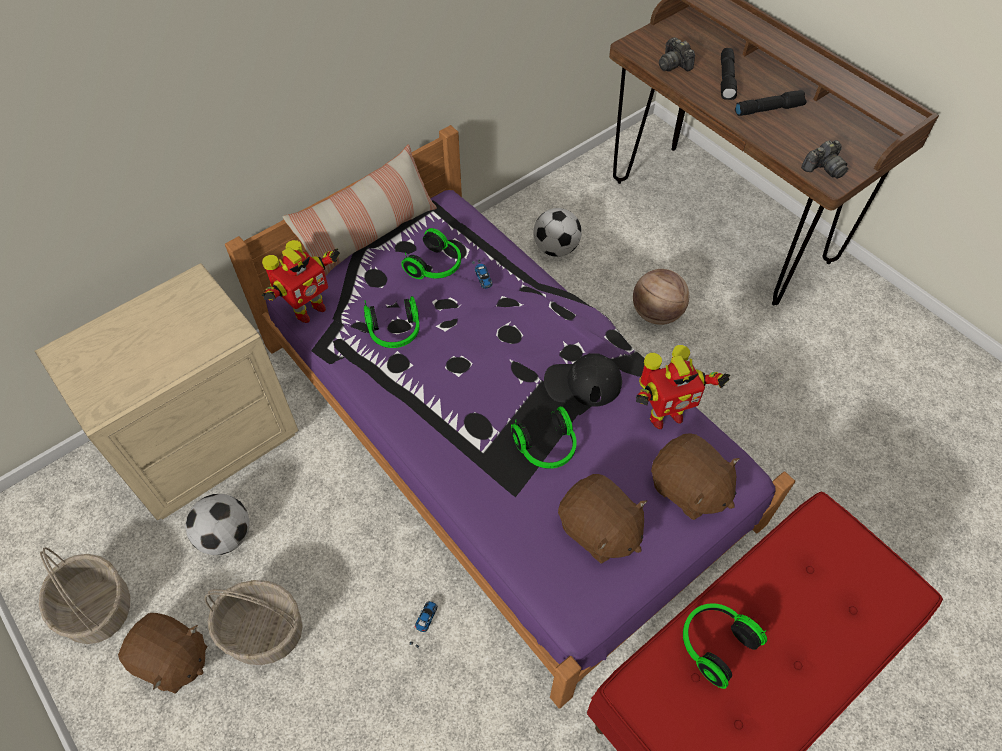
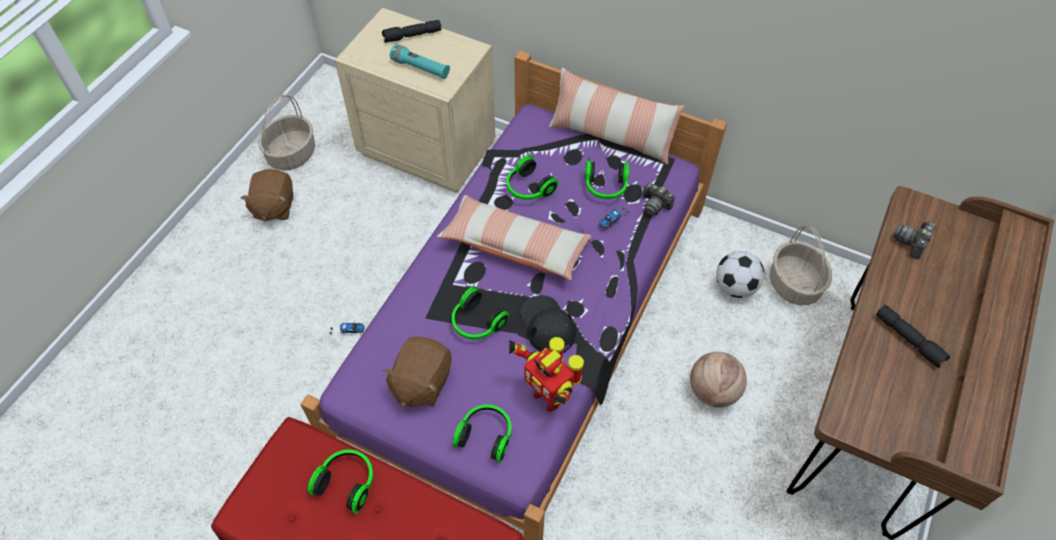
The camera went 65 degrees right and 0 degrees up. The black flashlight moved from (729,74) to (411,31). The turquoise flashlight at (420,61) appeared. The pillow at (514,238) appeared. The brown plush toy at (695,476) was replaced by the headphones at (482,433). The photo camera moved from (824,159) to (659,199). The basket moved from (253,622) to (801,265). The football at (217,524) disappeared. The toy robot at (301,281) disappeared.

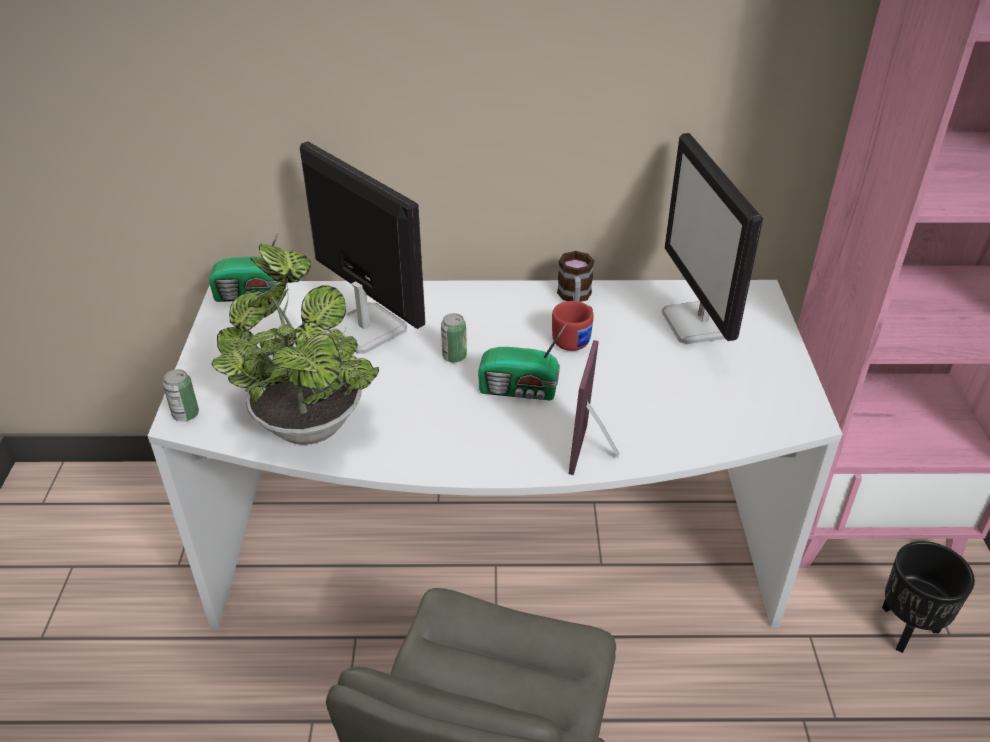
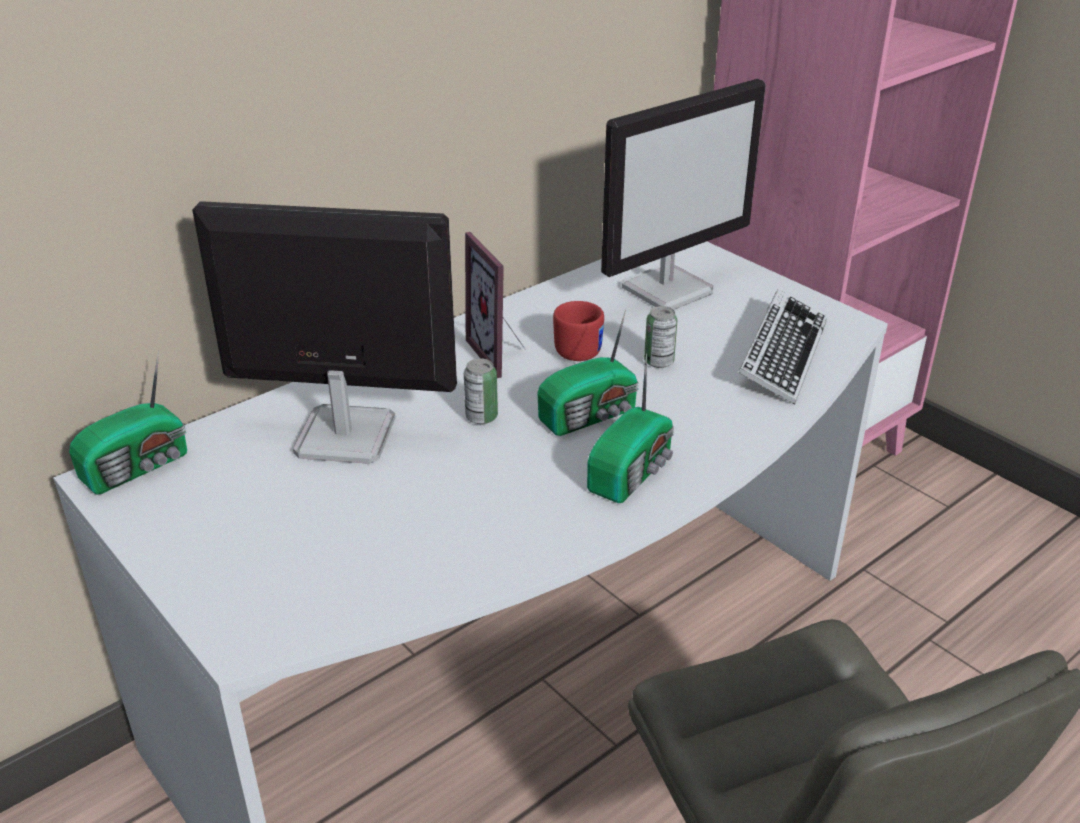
The camera went 40 degrees left and 5 degrees down. The picture frame moved from (594,407) to (494,305). The radio at (630,428) appeared. The monitor at (712,238) turned 75 degrees counterclockwise. The can moved from (181,395) to (660,337). The keyboard at (782,346) appeared. The potted plant at (295,344) disappeared. The mug at (575,276) disappeared. The black planter at (928,597) disappeared.

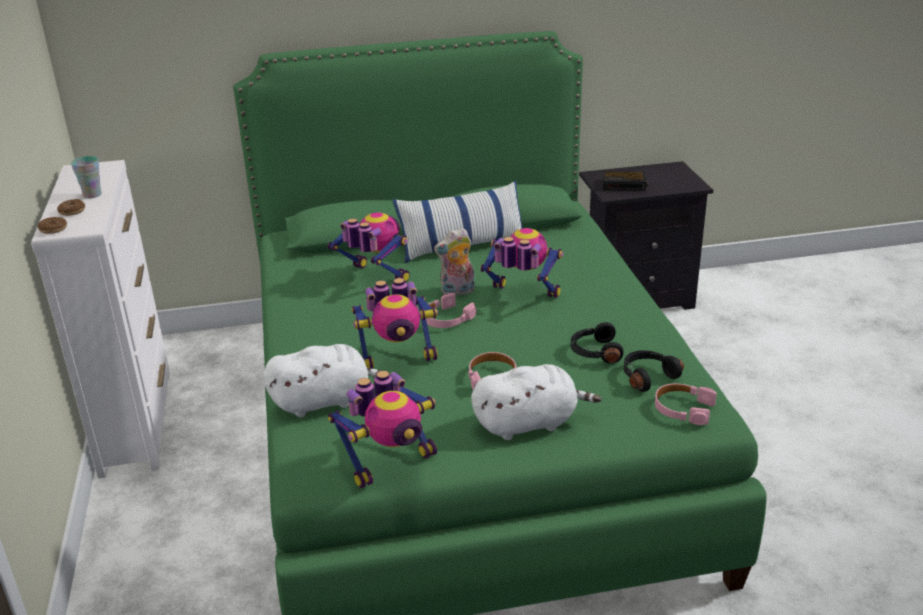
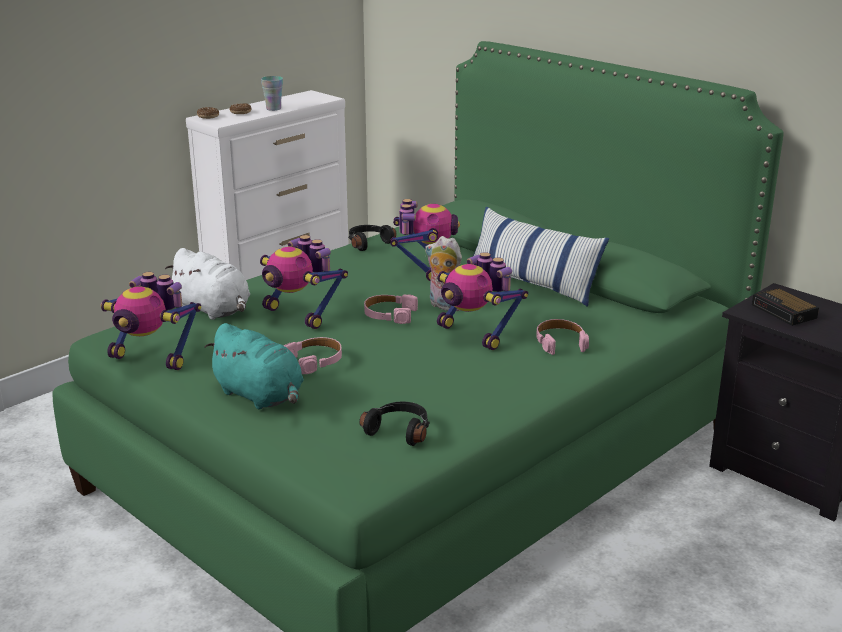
The camera went 55 degrees right and 5 degrees down. The white plush toy at (536,402) became the turquoise plush toy at (254,366). The black headphones moved from (597,342) to (372,238). The toy robot at (521,263) turned 150 degrees clockwise. The pink headphones moved from (686,404) to (562,337).

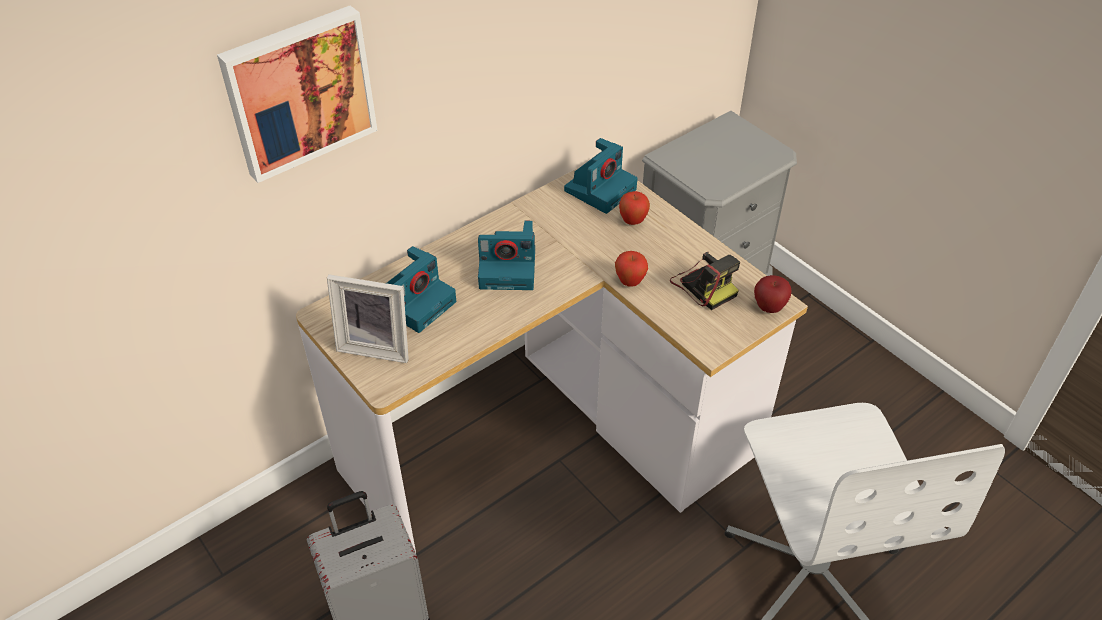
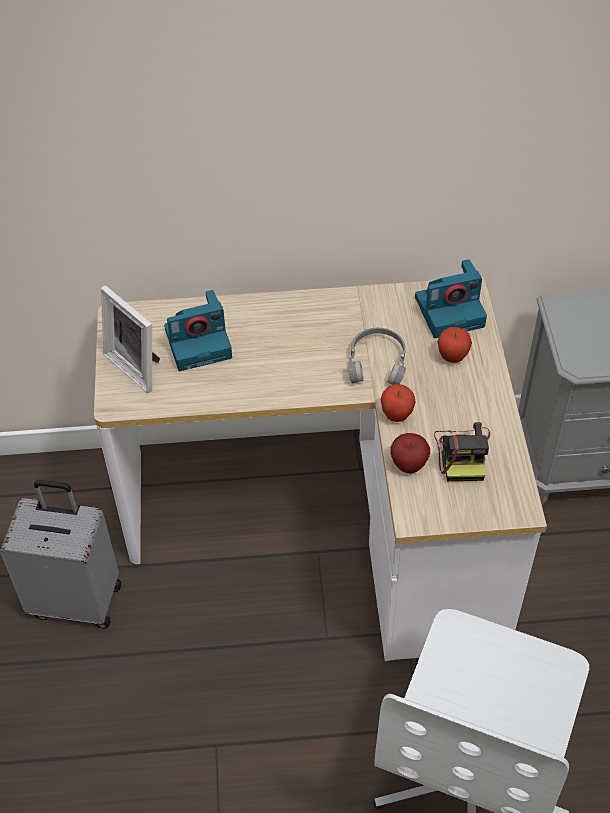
The camera went 35 degrees right and 5 degrees up. The grey headphones at (377,356) appeared. The apple moved from (773,294) to (410,453). The picture at (297,94) disappeared. The photo camera at (506,255) disappeared.

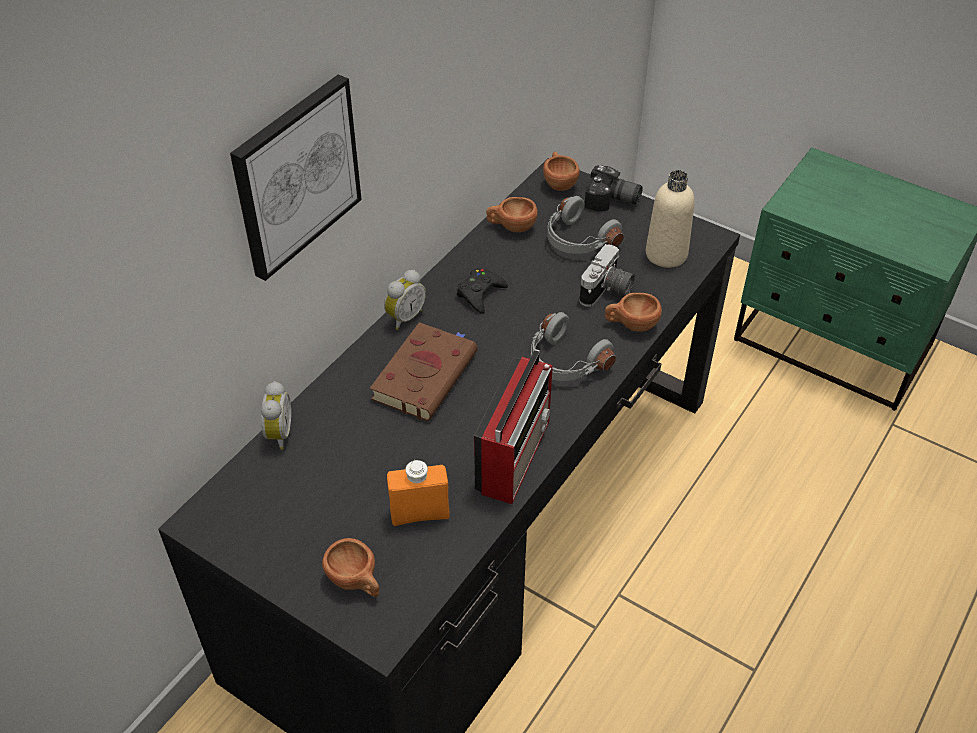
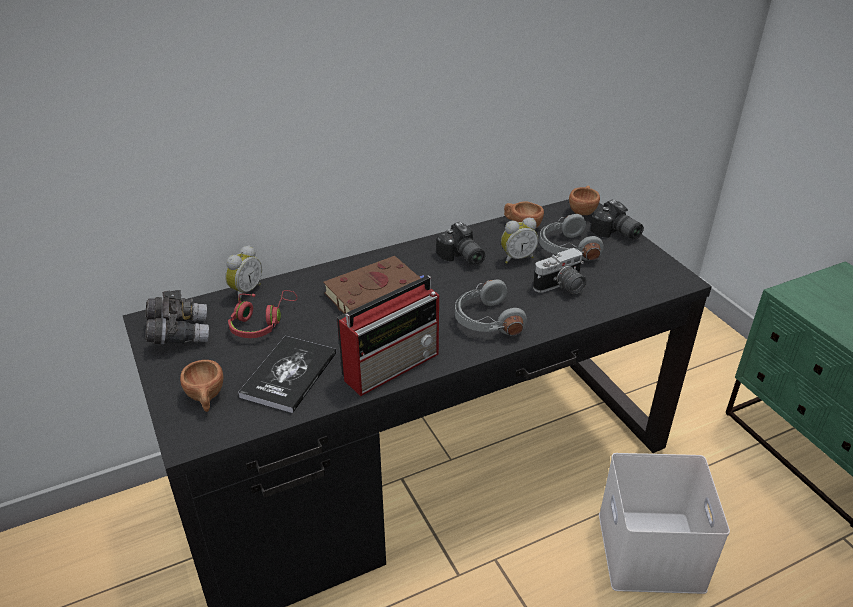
The camera went 30 degrees right and 10 degrees down. The grey binoculars at (177,317) appeared. The red headphones at (262,314) appeared. The orange bottle at (418,492) was replaced by the book at (287,374). The black game controller at (482,290) was replaced by the photo camera at (460,244). The alarm clock moved from (405,300) to (520,240). The white storage box at (664,523) appeared. The picture at (296,177) disappeared. The brown cup at (633,312) disappeared. The beige bottle at (670,219) disappeared.

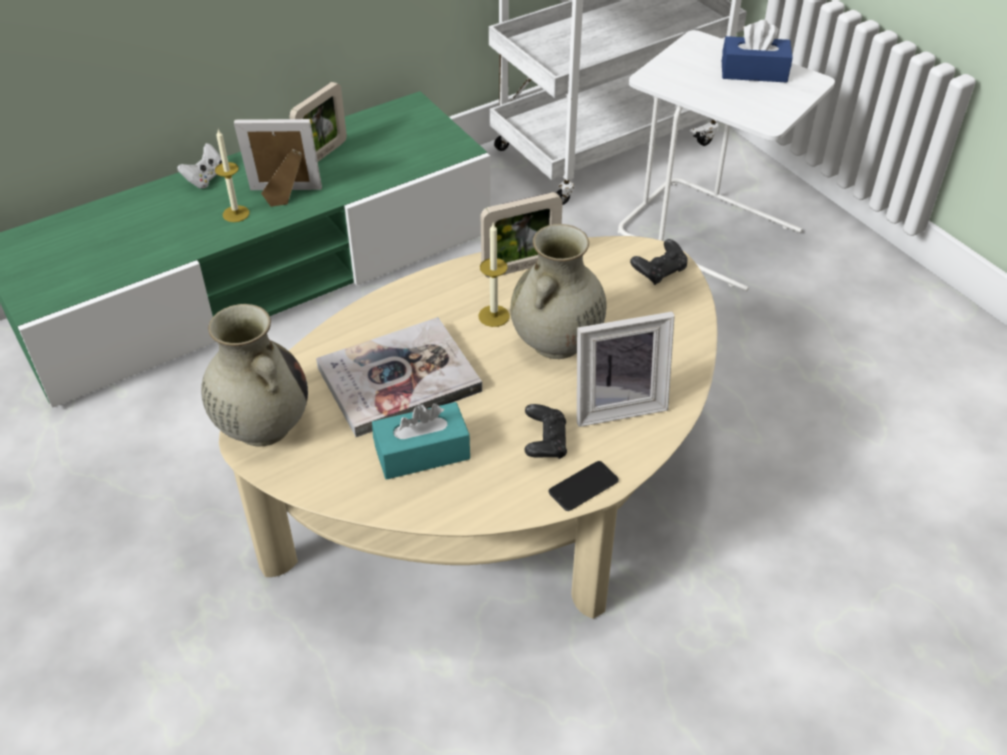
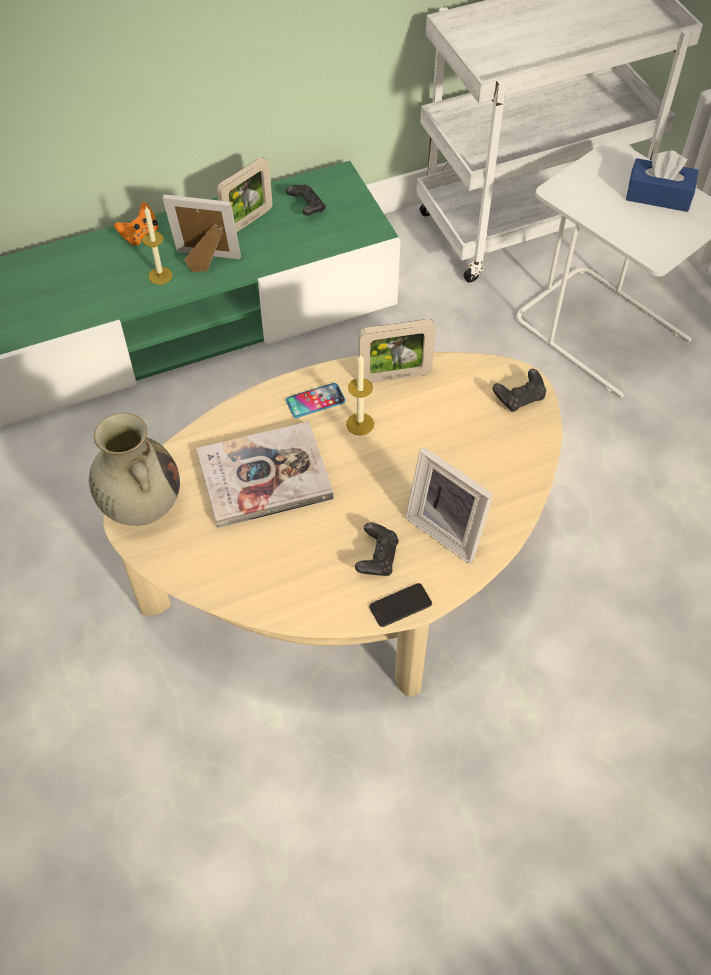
The camera went 10 degrees right and 10 degrees up. The white game controller at (199,166) became the orange game controller at (136,224). The black game controller at (306,200) appeared. The phone at (316,400) appeared. The picture frame at (626,369) turned 45 degrees clockwise. The turquoise tissue box at (421,441) disappeared. The beige vase at (558,291) disappeared.

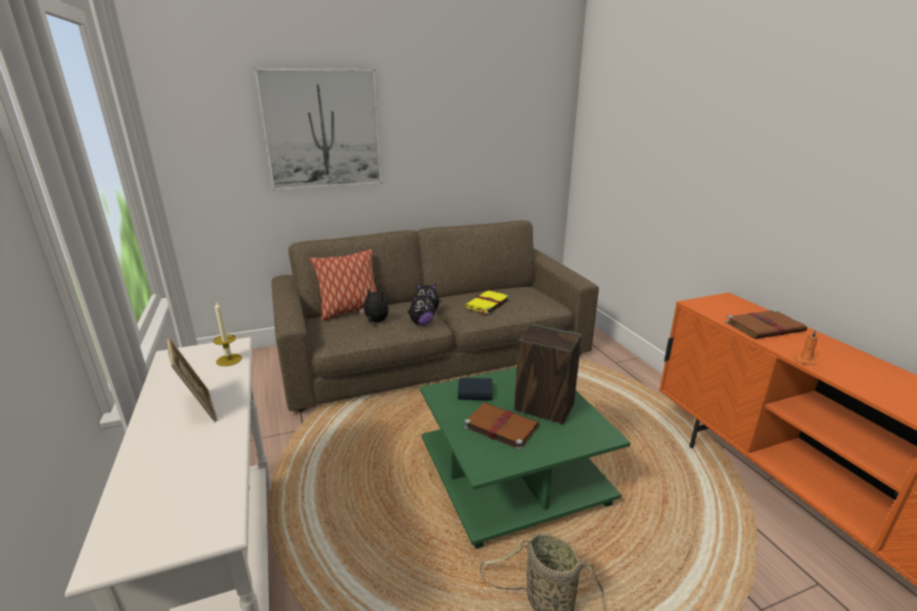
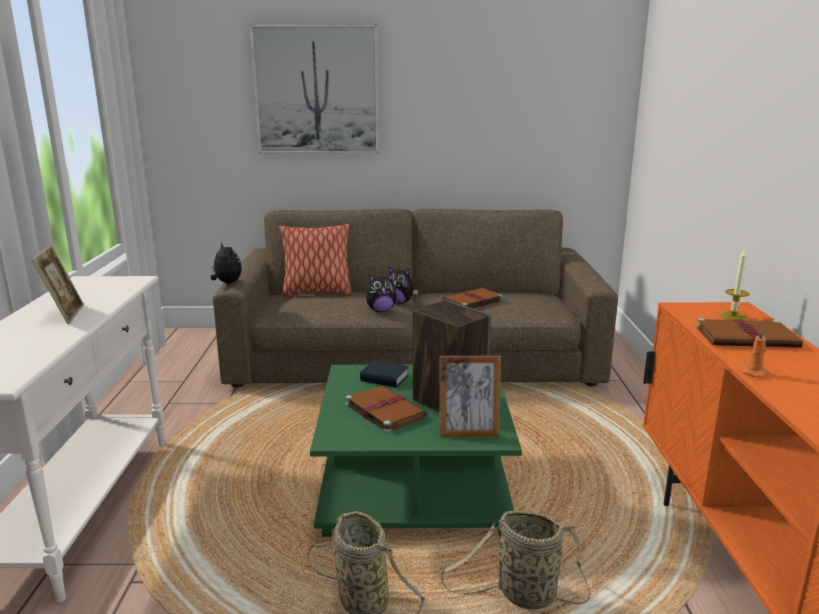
The camera went 20 degrees right and 5 degrees down. The plush toy moved from (374,306) to (226,263). The picture frame at (470,396) appeared. The basket at (515,559) appeared. The yellow book at (487,302) became the brown book at (472,298). The candle moved from (227,333) to (734,284).

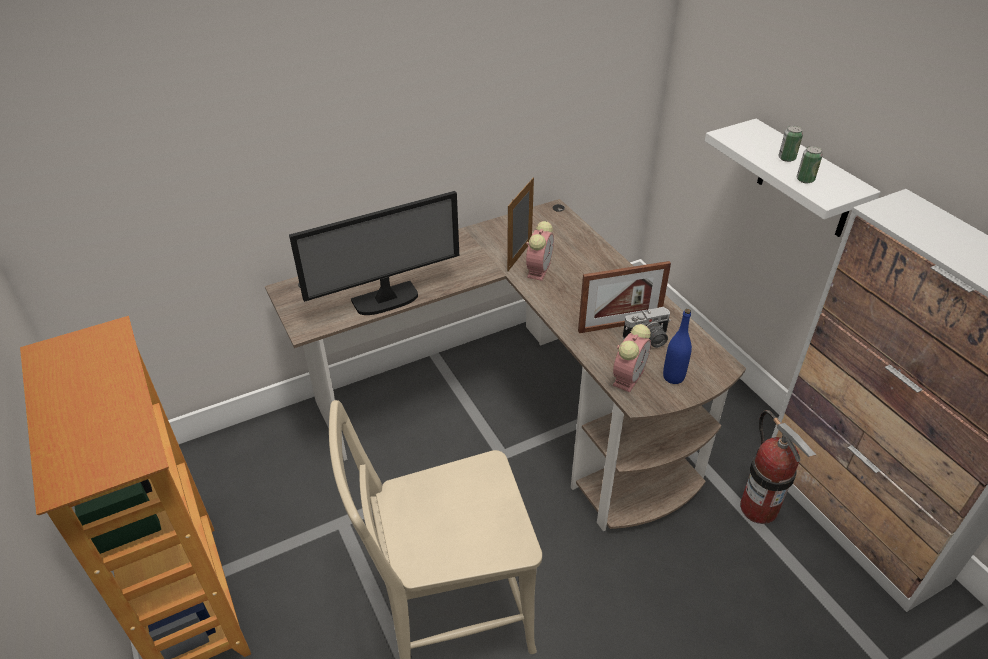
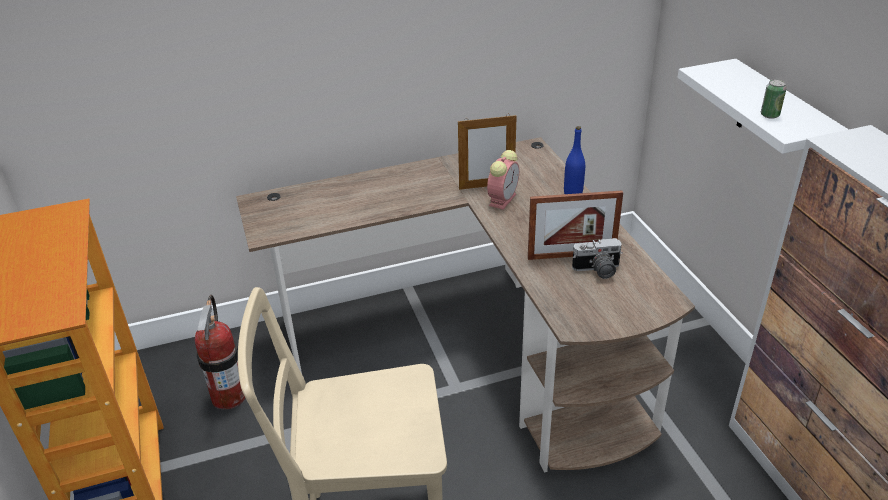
The camera went 10 degrees right and 5 degrees down. The fire extinguisher moved from (778,467) to (220,352). The picture frame at (520,224) turned 135 degrees counterclockwise. The blue bottle moved from (677,346) to (574,160). The monitor at (374,253) disappeared. The alarm clock at (632,358) disappeared. The can at (790,143) disappeared.

